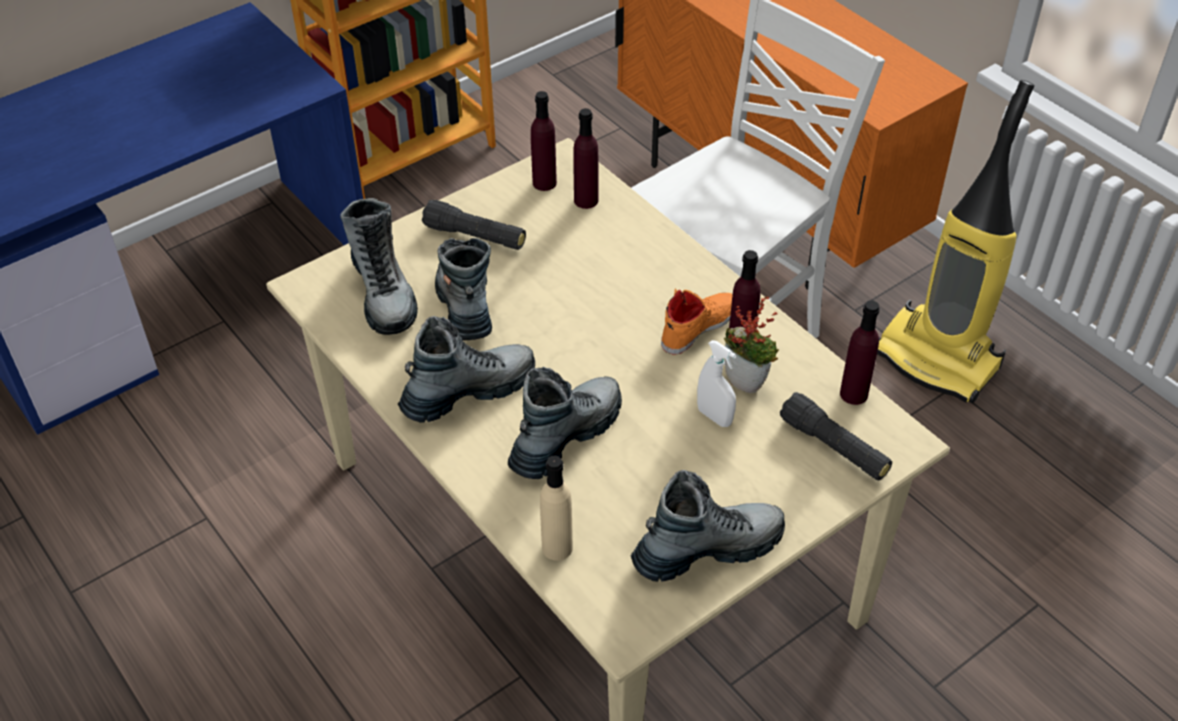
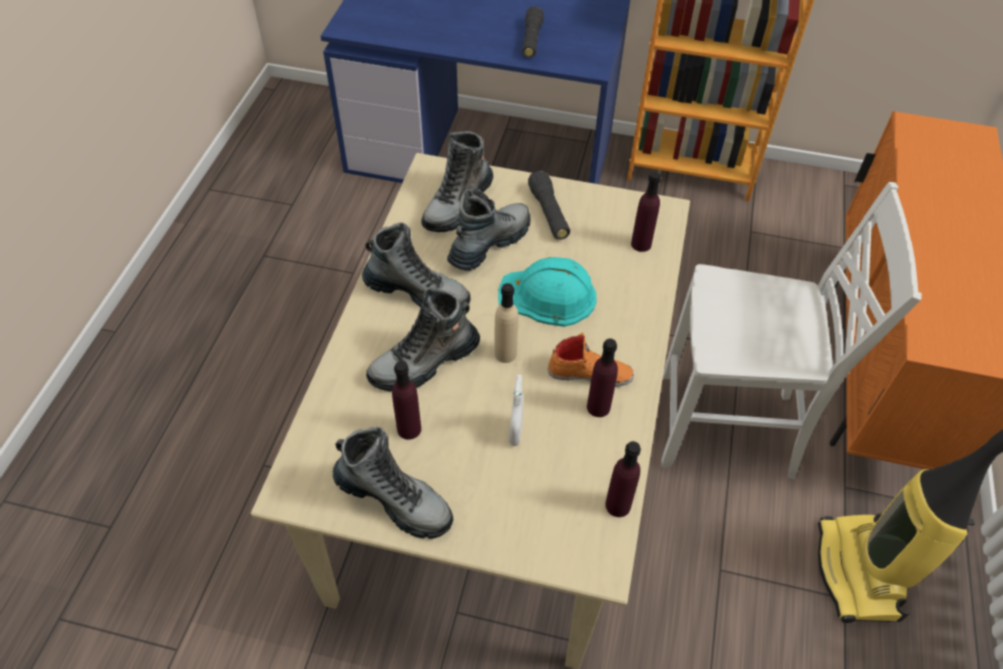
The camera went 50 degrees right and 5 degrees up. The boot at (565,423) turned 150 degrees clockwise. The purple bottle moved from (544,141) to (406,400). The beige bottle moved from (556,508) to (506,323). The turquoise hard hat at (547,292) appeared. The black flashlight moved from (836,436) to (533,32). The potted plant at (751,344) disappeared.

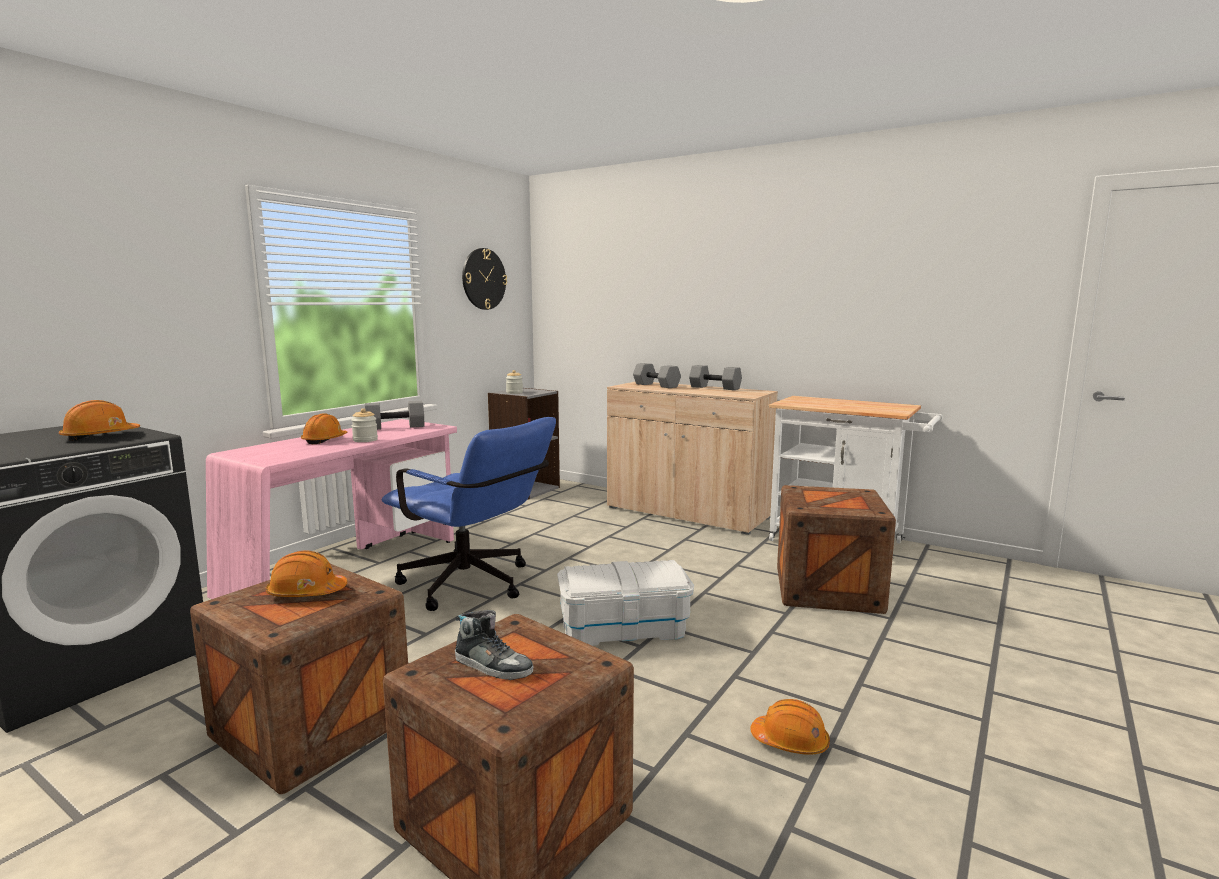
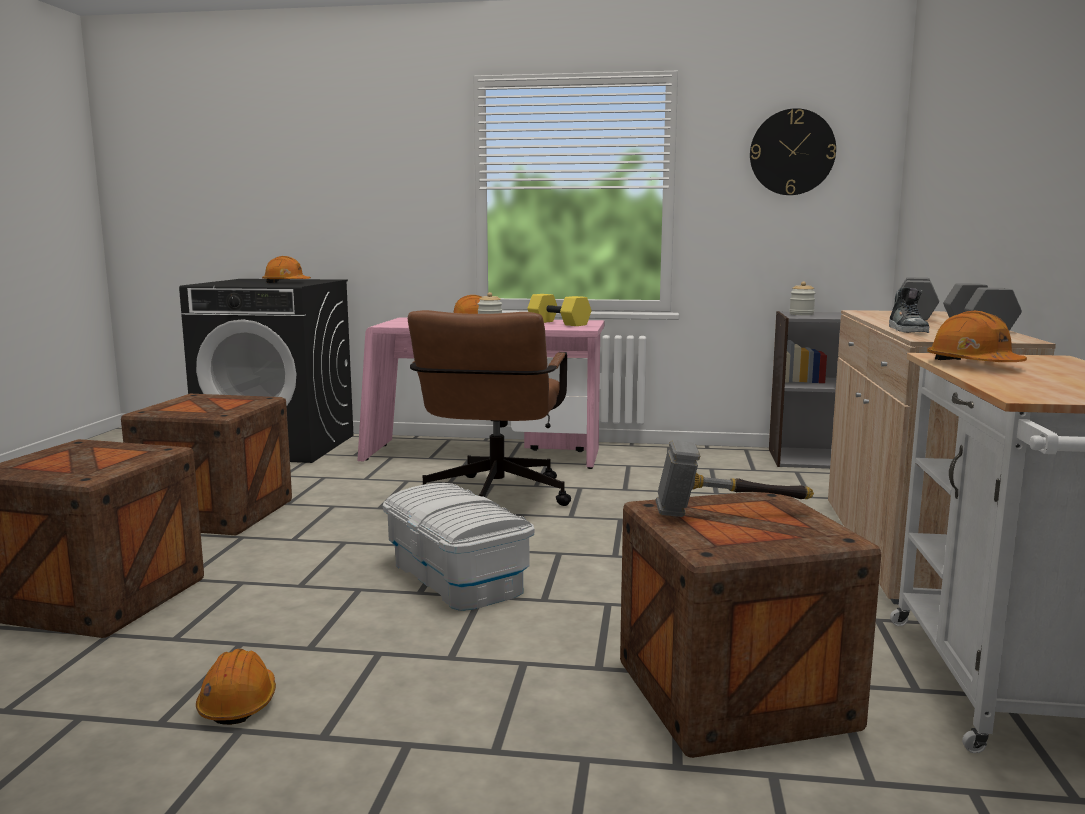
The camera went 65 degrees right and 0 degrees up. The blue office chair at (469,514) became the brown office chair at (489,408). The grey dumbbell at (394,415) became the yellow dumbbell at (559,310). The hammer at (735,478) appeared. The shoe moved from (494,645) to (909,310). The orange hard hat moved from (306,573) to (977,336).

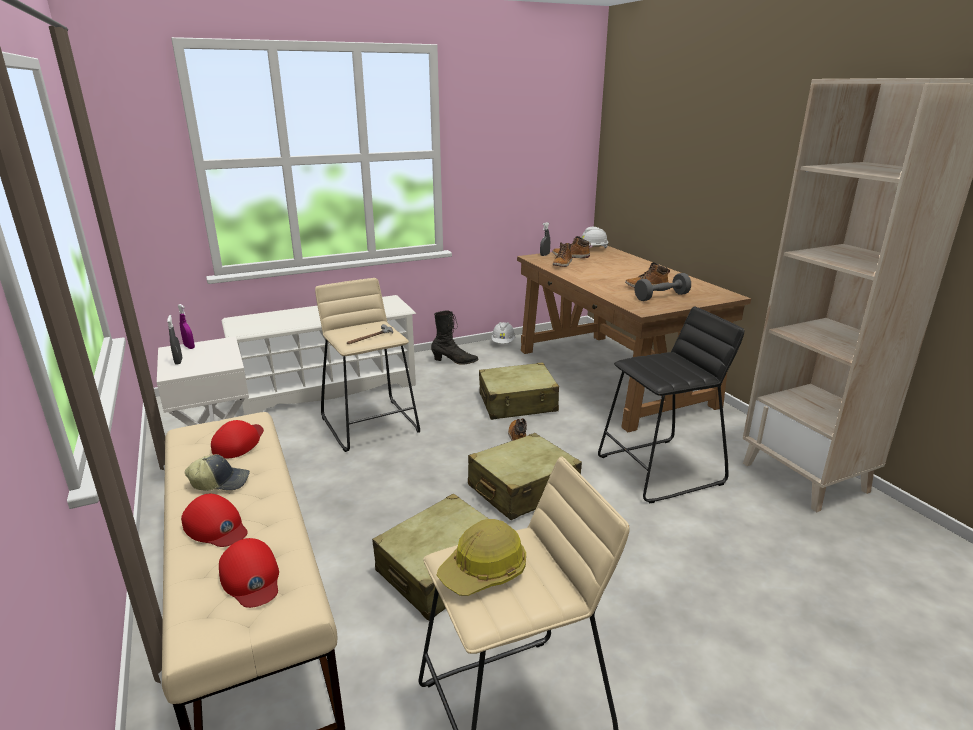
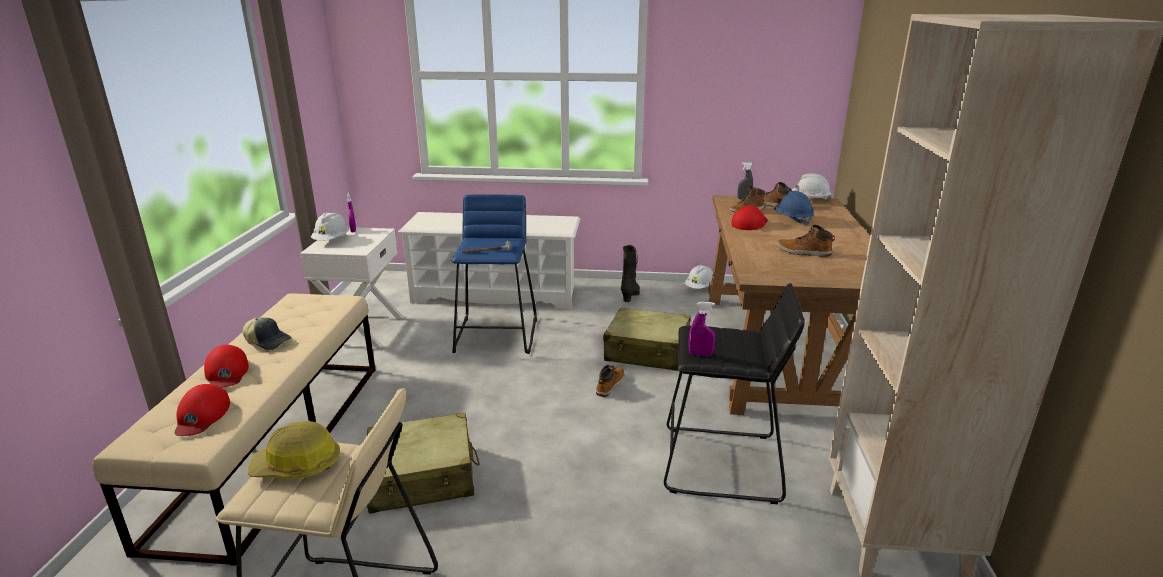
The camera went 30 degrees right and 0 degrees up. The grey spray bottle at (174,340) was replaced by the white hard hat at (330,226). The beige stool at (367,365) became the blue stool at (494,274). The black boot at (454,337) turned 105 degrees counterclockwise. The purple spray bottle at (701,329) appeared. The red cap moved from (237,439) to (749,217). The blue hard hat at (794,208) appeared. The beige suitcase at (525,476) disappeared. The grey dumbbell at (663,287) disappeared.

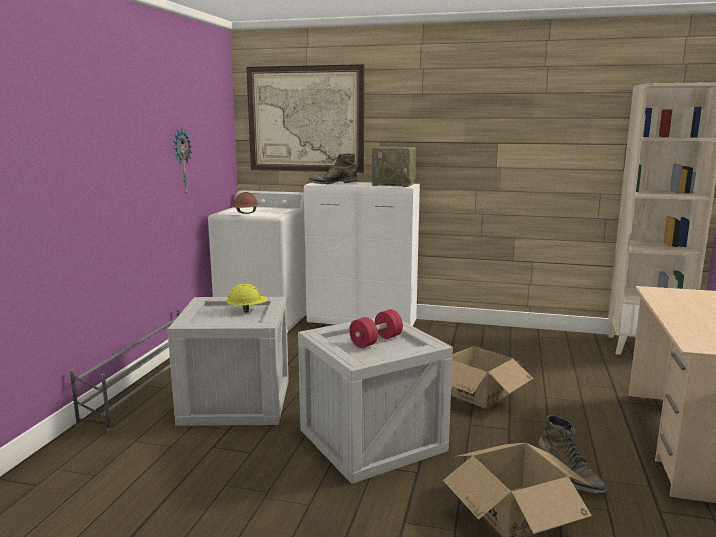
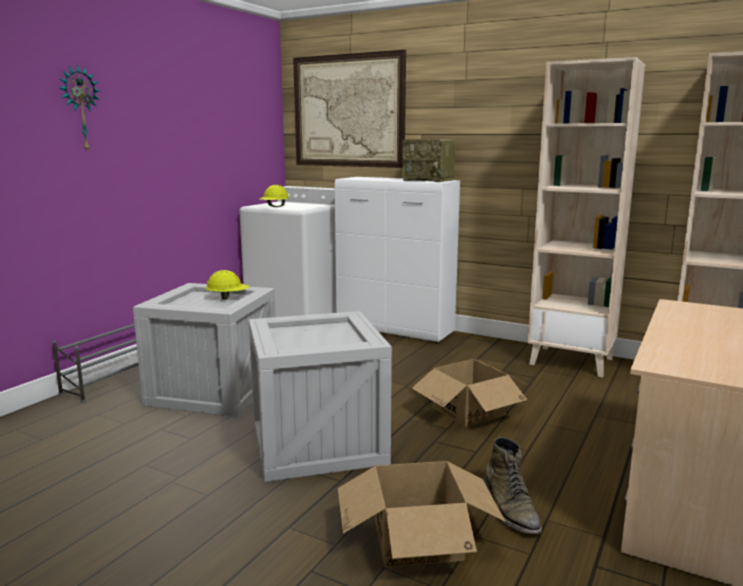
The camera went 15 degrees right and 0 degrees up. The wall clock moved from (182,161) to (79,109). The brown hard hat at (244,203) became the yellow hard hat at (274,196). The beige bookcase at (586,217) appeared. The green boot at (333,169) disappeared. The red dumbbell at (376,328) disappeared.

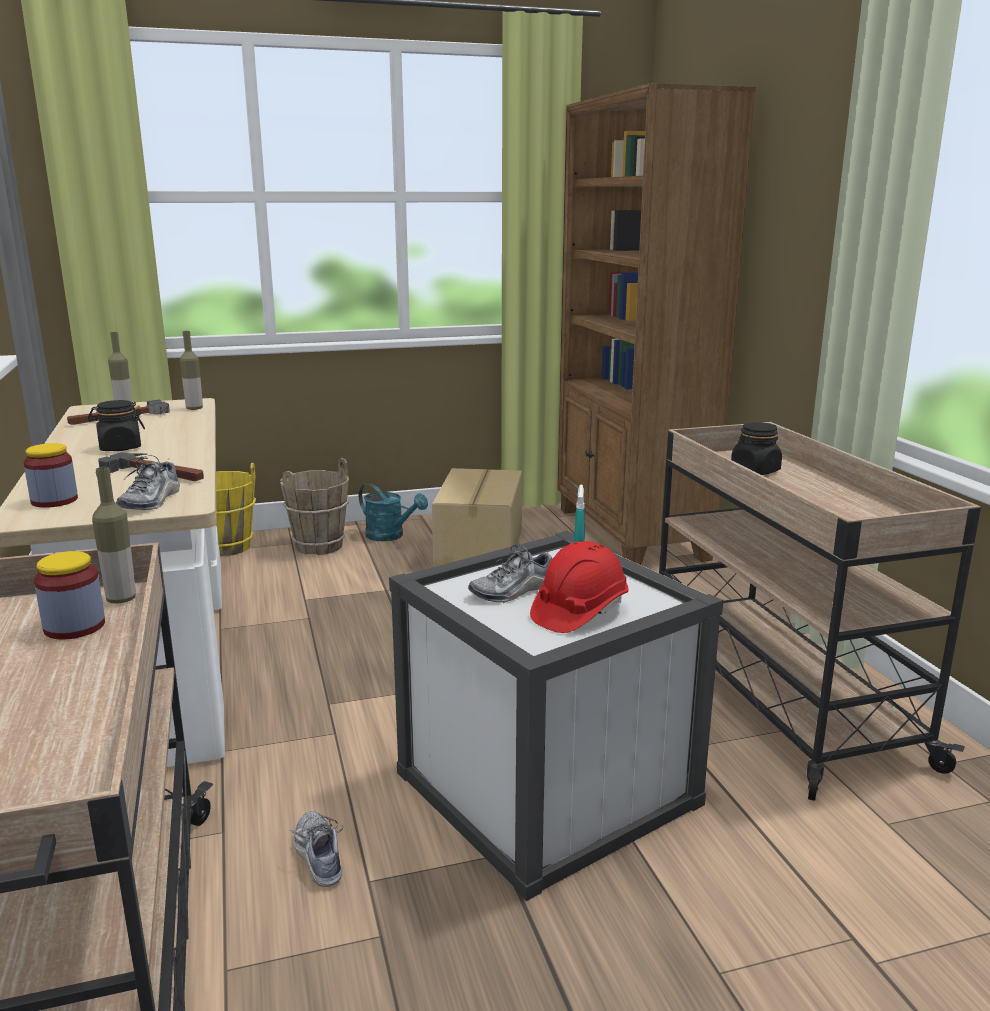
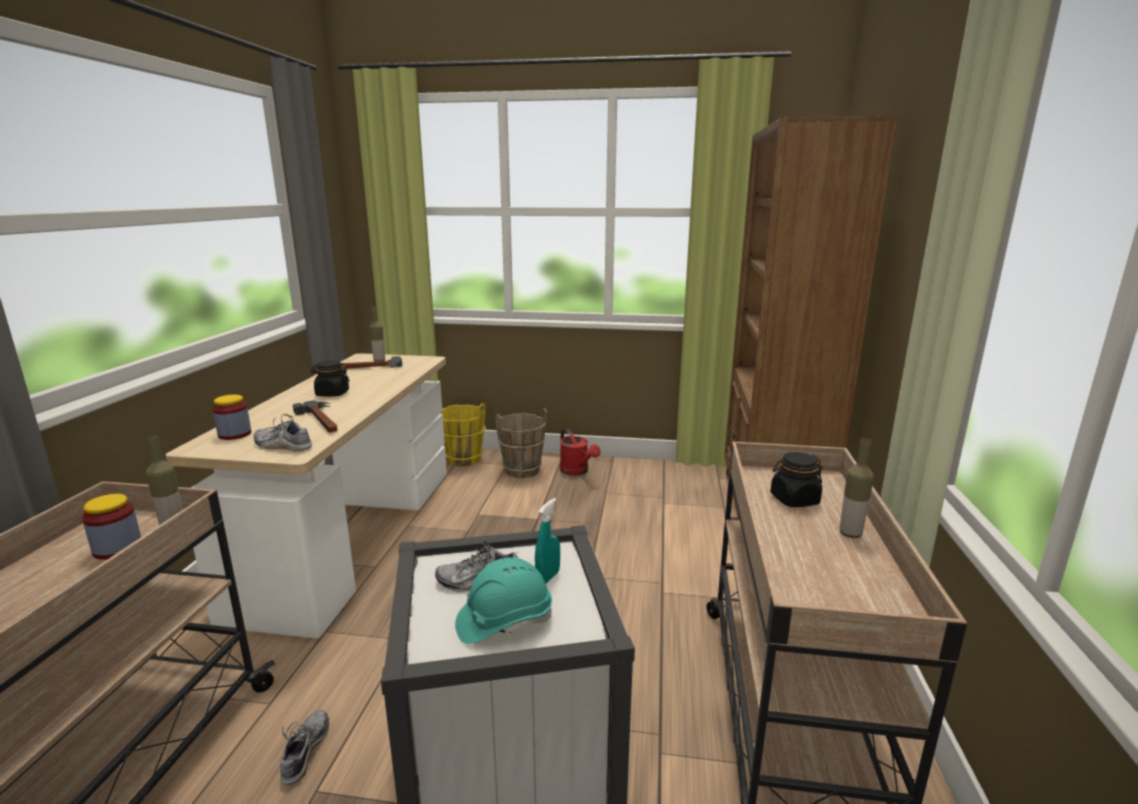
The camera went 25 degrees right and 0 degrees up. The shoe at (148,482) turned 75 degrees clockwise. The red hard hat at (579,587) became the turquoise hard hat at (503,600). The turquoise watering can at (393,512) became the red watering can at (580,452). The bottle moved from (191,370) to (857,488). The cardboard box at (477,517) disappeared.

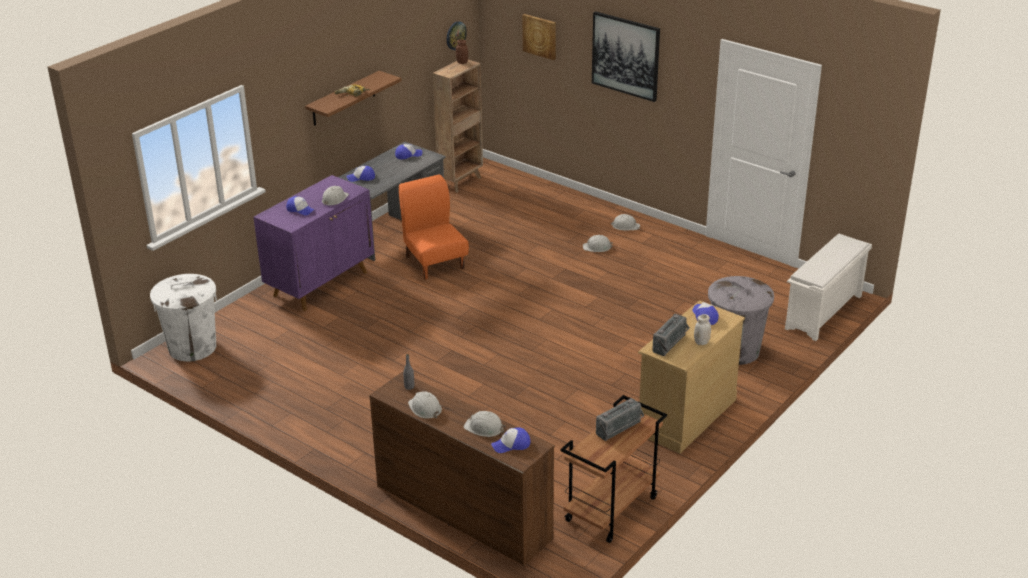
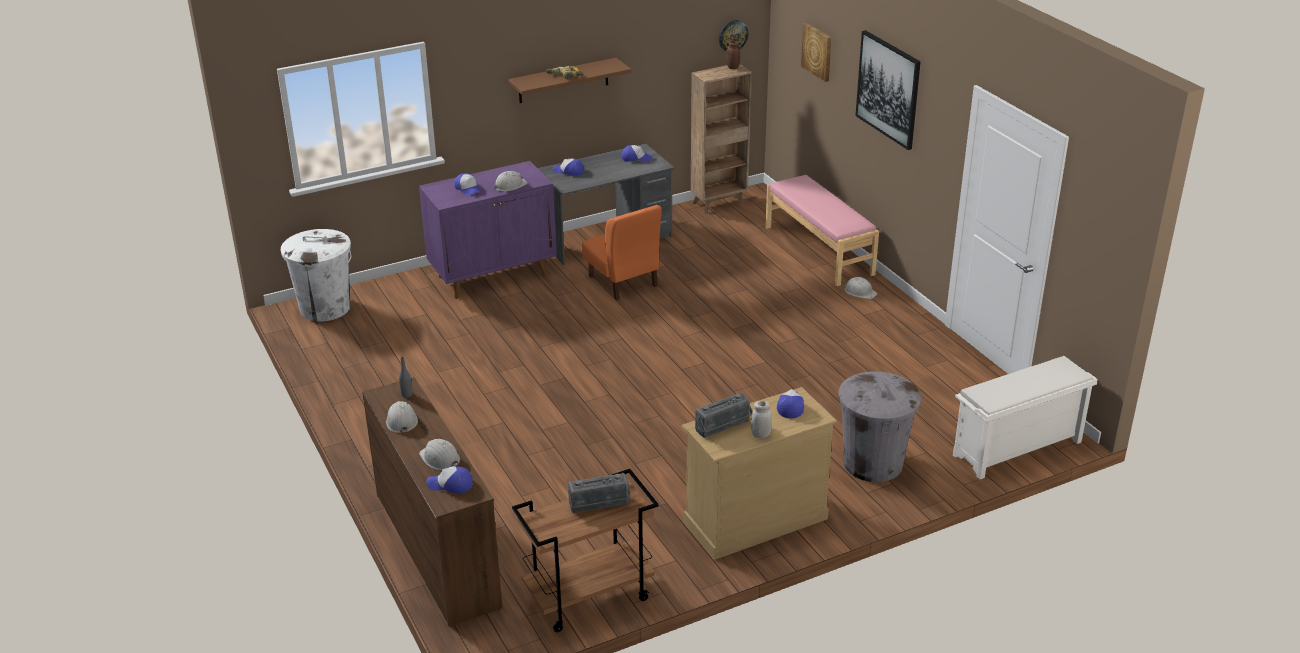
The camera went 25 degrees right and 0 degrees up. The orange chair at (434,227) turned 150 degrees clockwise. The pink bench at (822,230) appeared. The white hard hat at (597,243) disappeared.

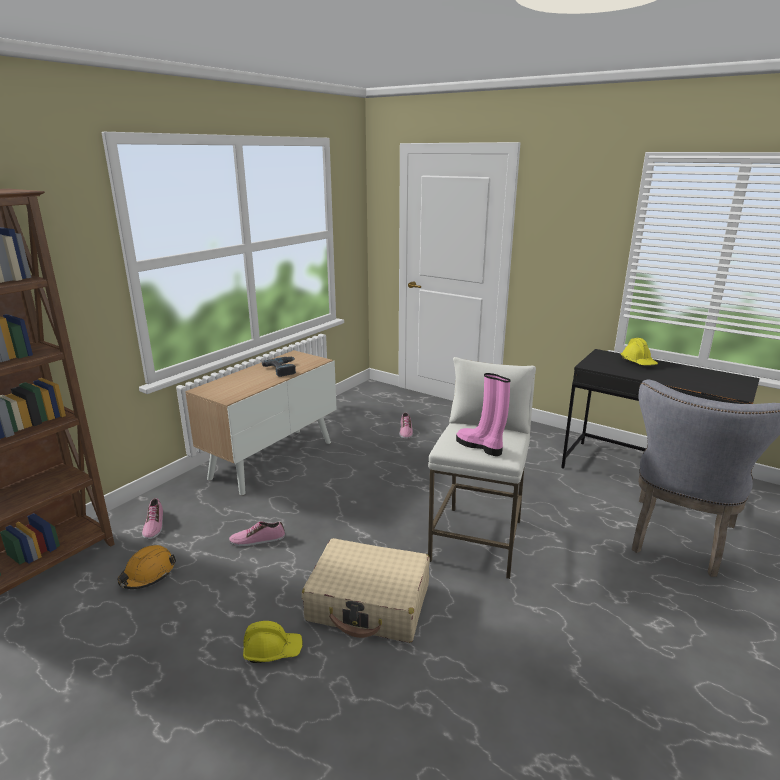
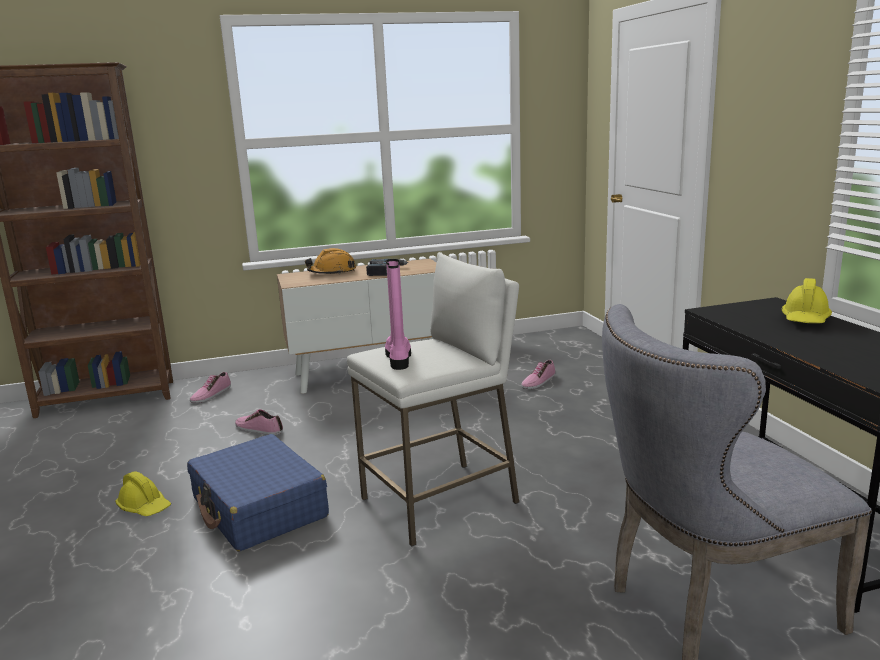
The camera went 40 degrees right and 5 degrees down. The beige suitcase at (366,590) became the blue suitcase at (258,492). The orange hard hat moved from (146,567) to (330,261).

